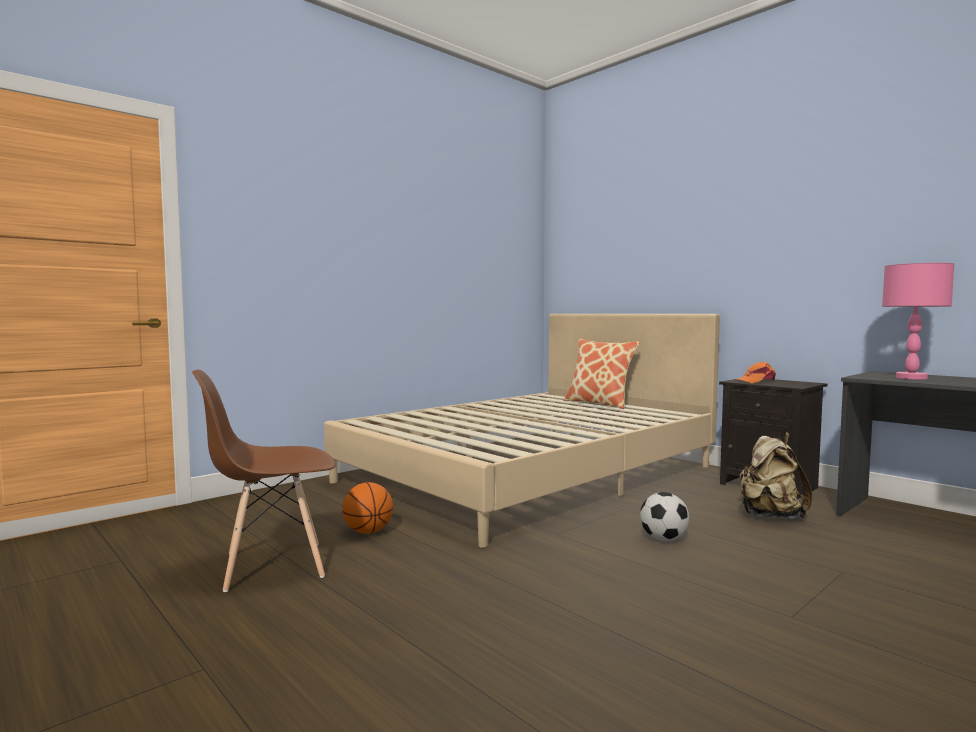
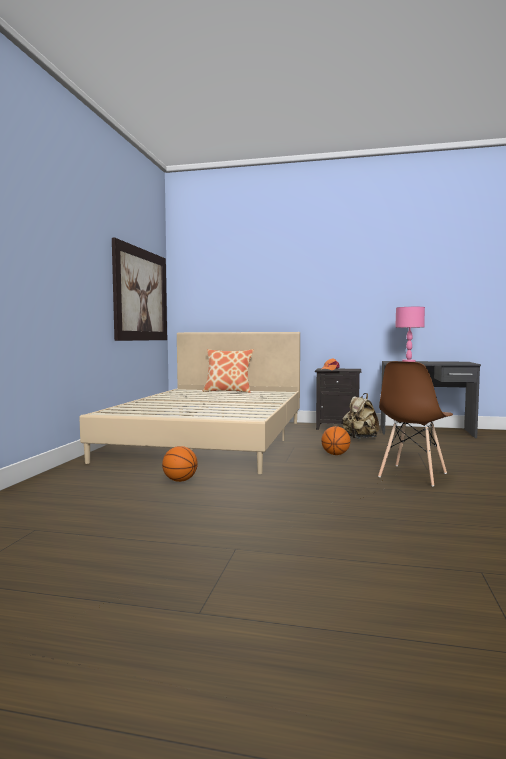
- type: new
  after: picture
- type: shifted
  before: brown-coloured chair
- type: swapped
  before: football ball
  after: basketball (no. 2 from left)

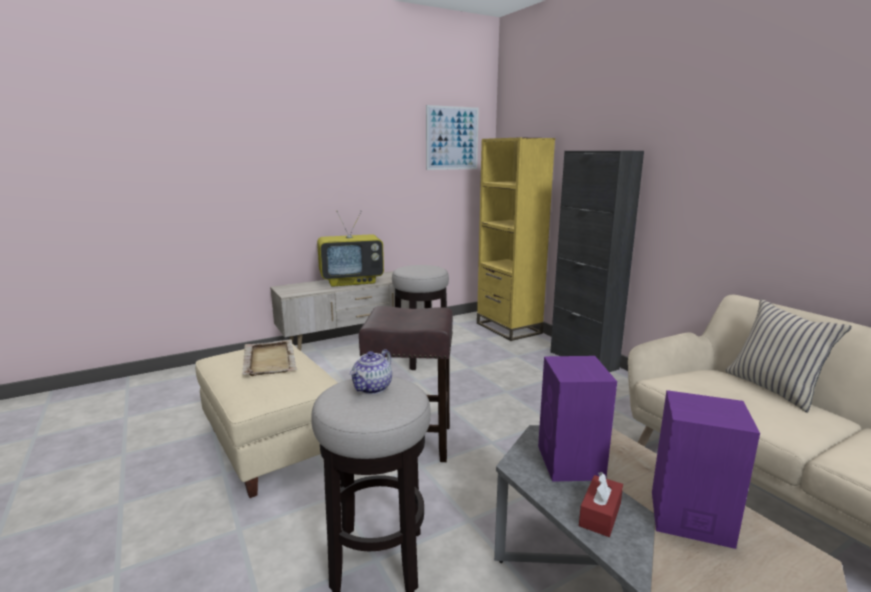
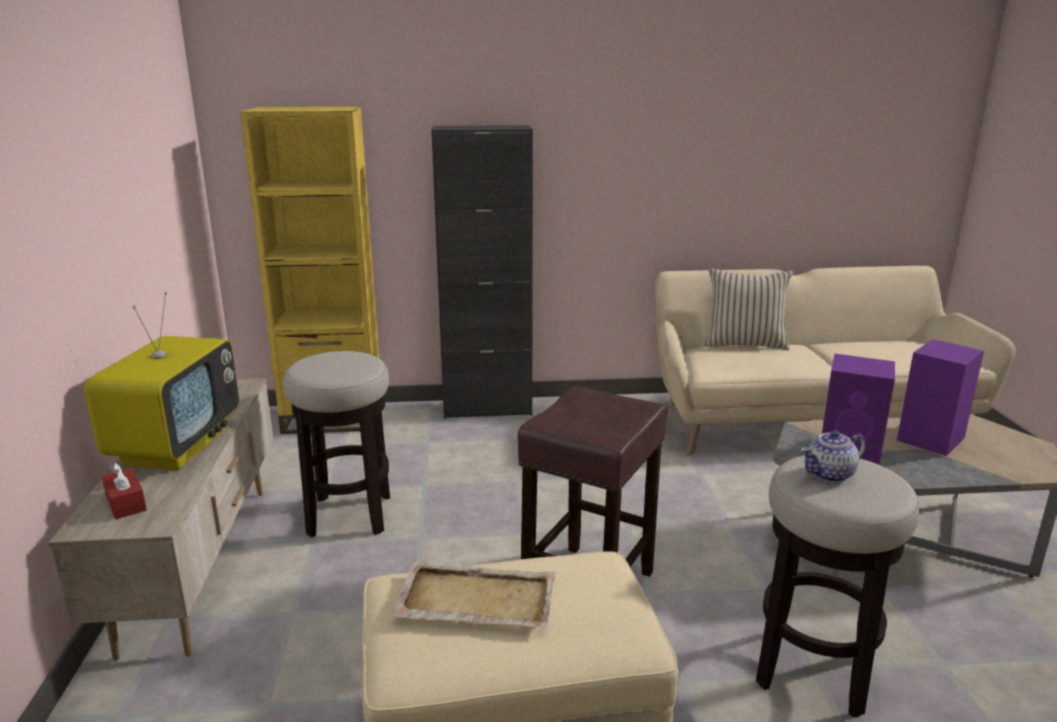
- type: gone
  before: picture
- type: shifted
  before: reddish tissue holder
- type: rotated
  before: teapot
  turn: 105

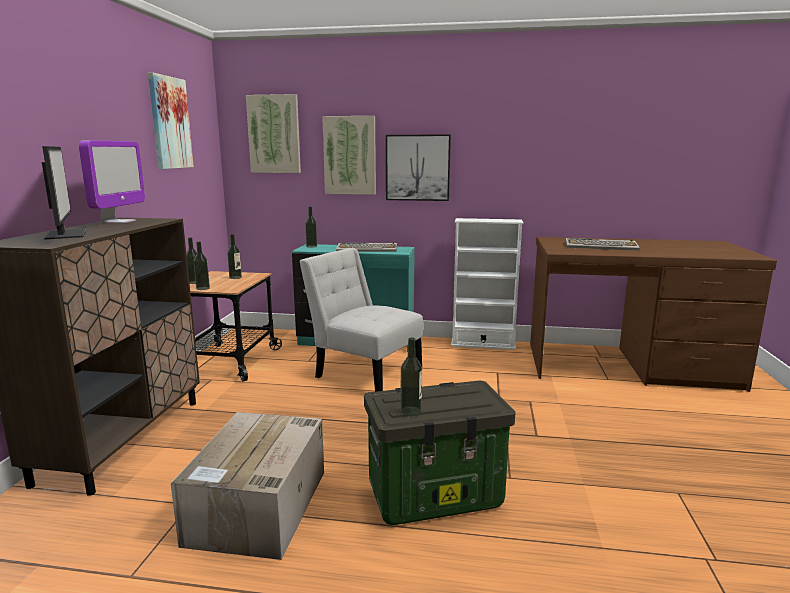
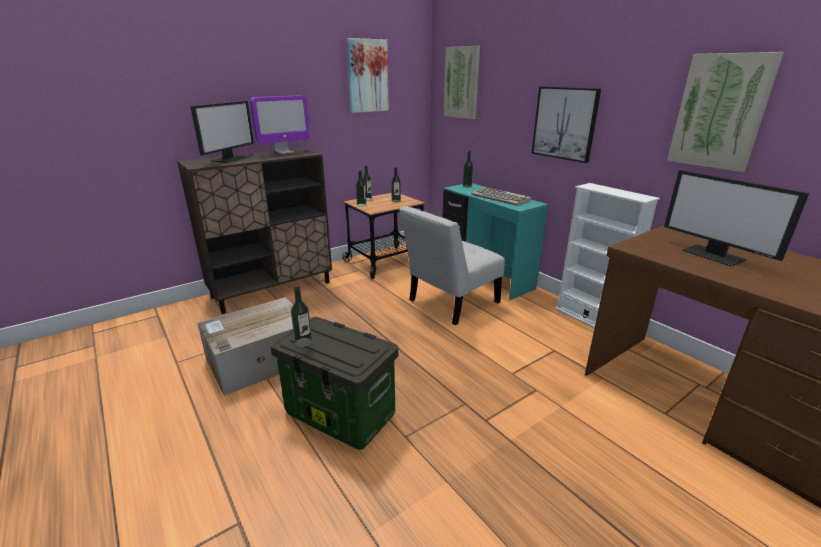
- type: shifted
  before: picture (no. 3 from left in the first image)
  after: picture (no. 4 from left)
- type: swapped
  before: keyboard (no. 2 from left)
  after: monitor (no. 3 from left)
- type: rotated
  before: white chair
  turn: -120

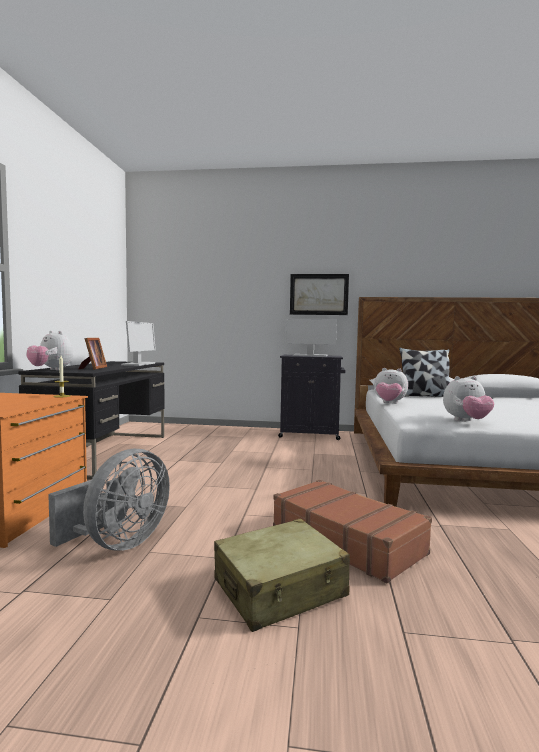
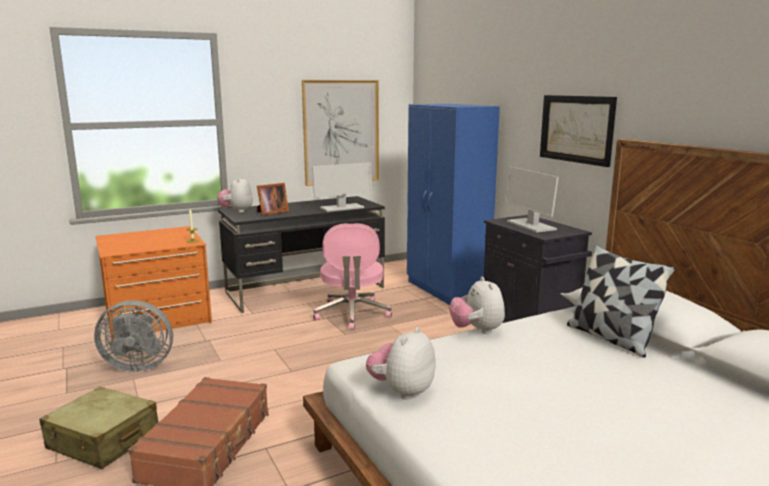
- type: new
  after: picture (no. 1 from left)
- type: new
  after: pink-coloured computer chair
- type: new
  after: bluish wardrobe
- type: rotated
  before: cuddly toy (no. 3 from left in the first image)
  turn: 75

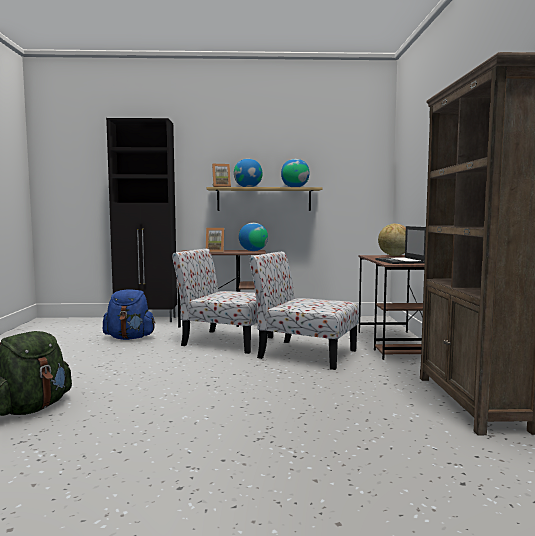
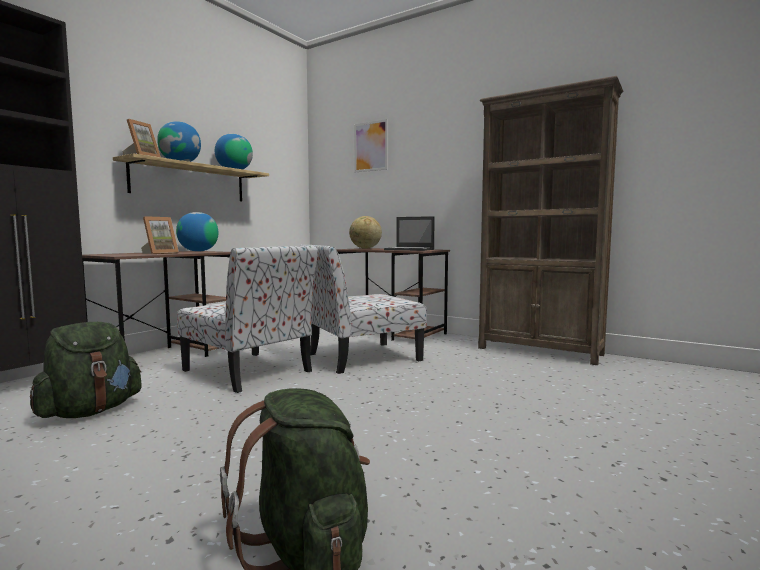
- type: new
  after: picture
- type: repainted
  before: bluish knapsack
  after: greenish knapsack (no. 1 from left)
- type: rotated
  before: chair (no. 1 from left)
  turn: -105

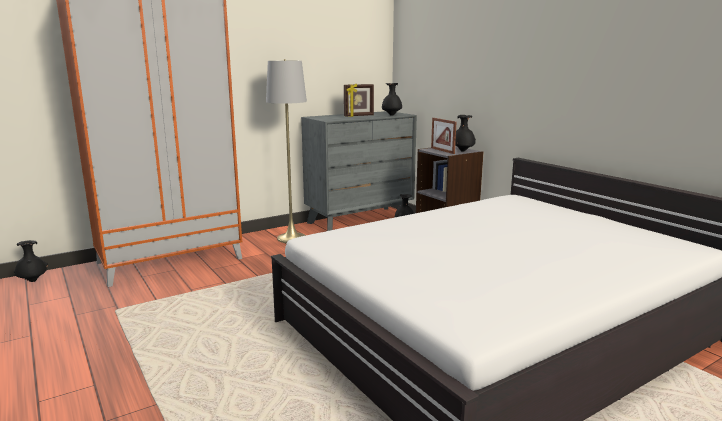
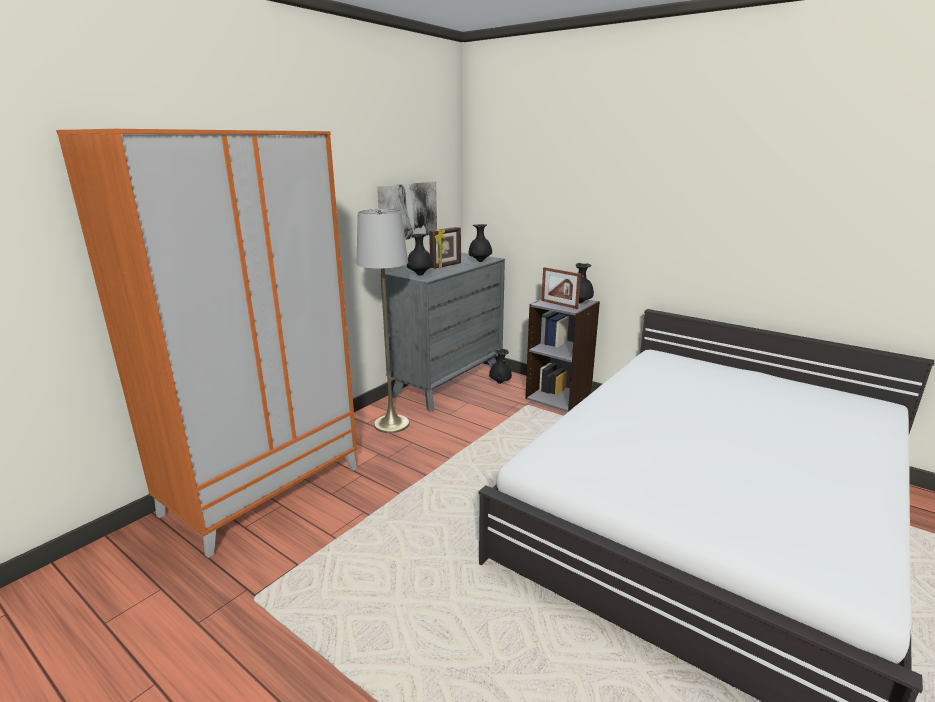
- type: new
  after: picture
- type: shifted
  before: black-coloured vase (no. 1 from left)

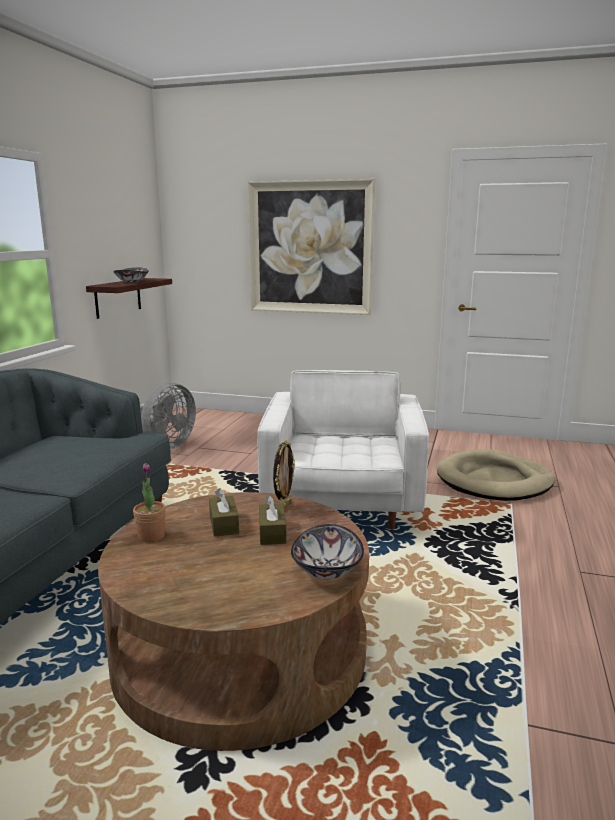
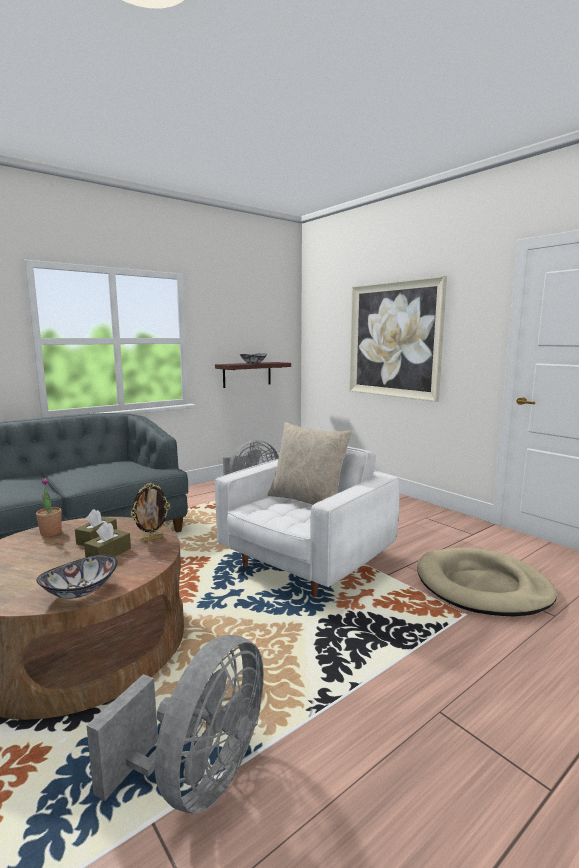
- type: new
  after: greyish cooling fan (no. 1 from left)
- type: new
  after: beige throw pillow

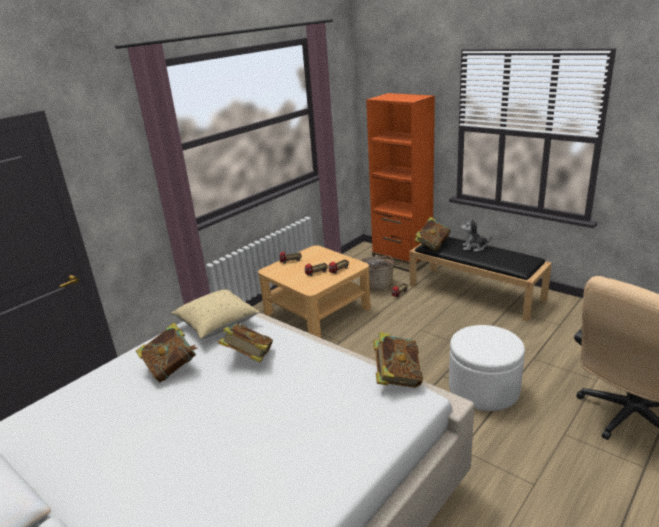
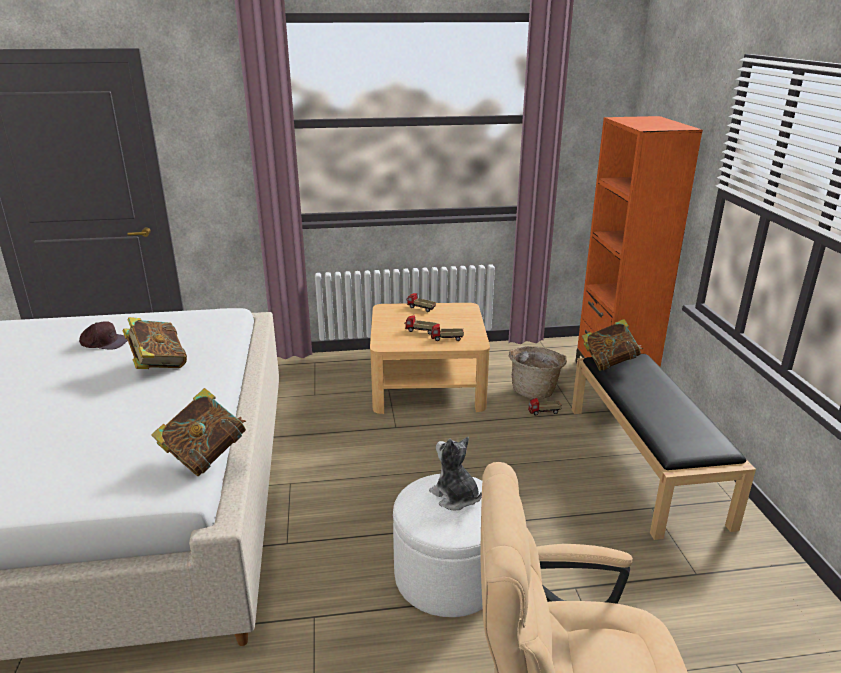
- type: gone
  before: beige throw pillow
- type: shifted
  before: cuddly toy
- type: swapped
  before: volume (no. 1 from left)
  after: brown-coloured baseball cap

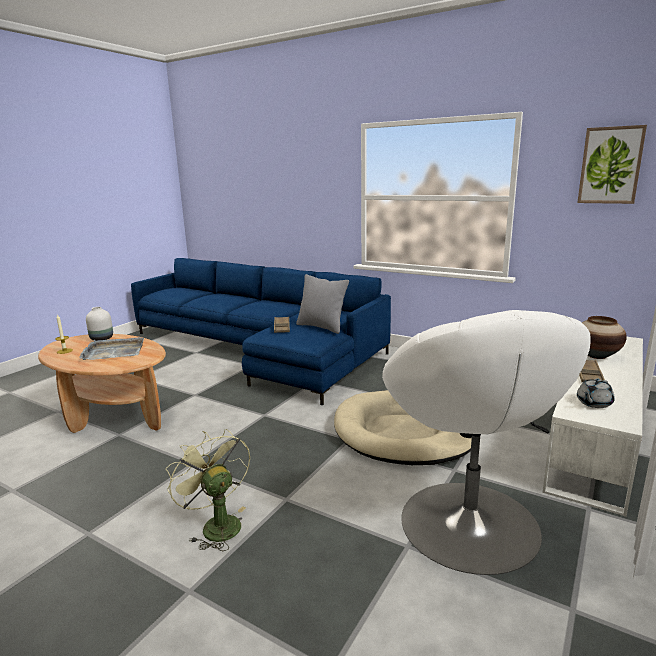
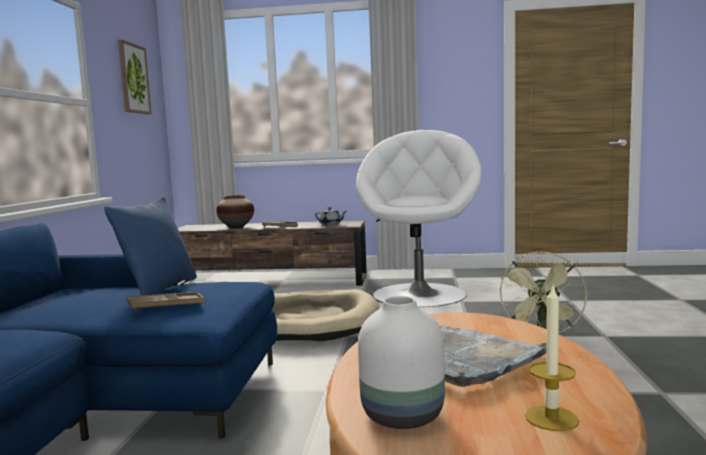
- type: repainted
  before: greyish throw pillow
  after: bluish throw pillow
- type: repainted
  before: white tv unit
  after: brown-coloured tv unit
- type: rotated
  before: white easy chair
  turn: -45

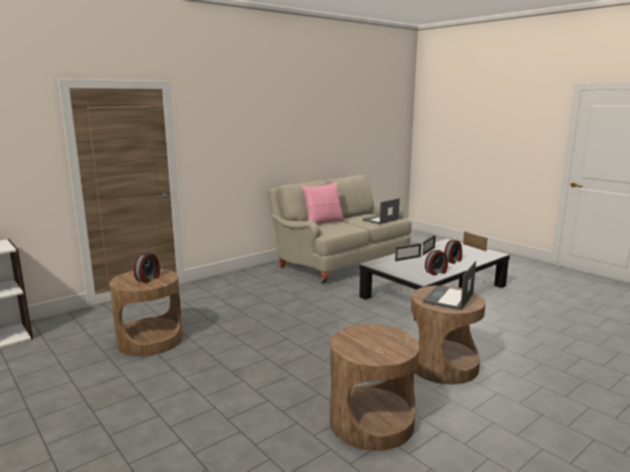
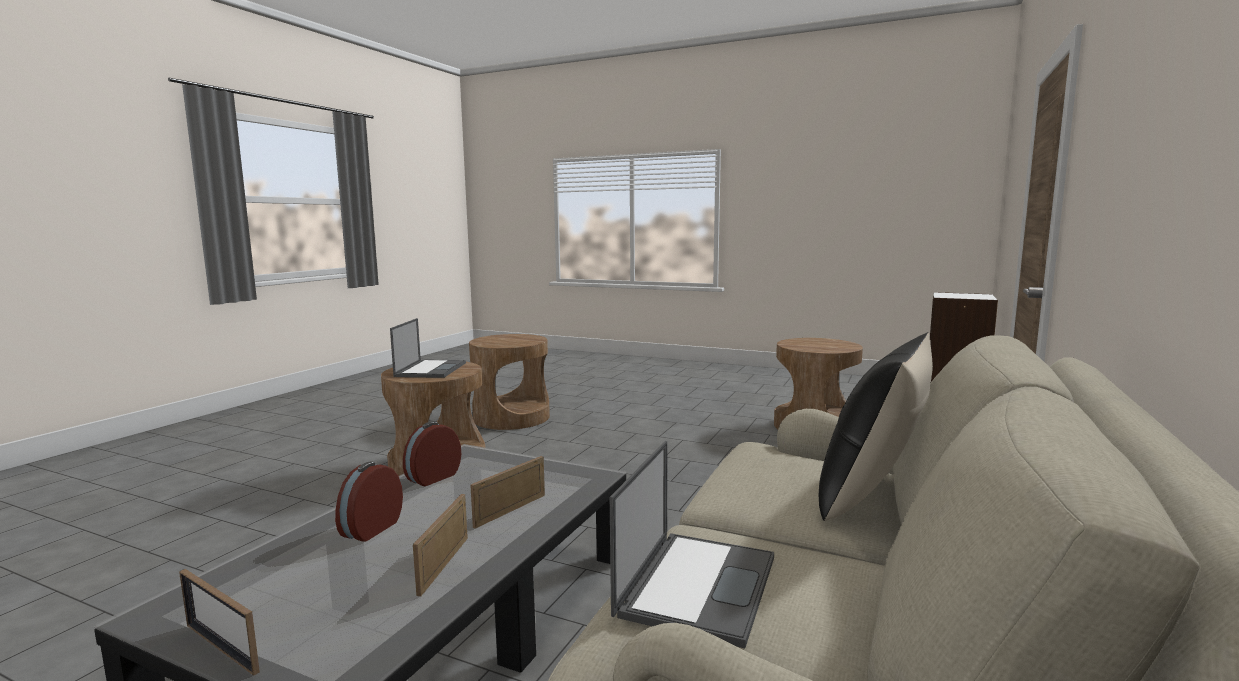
- type: gone
  before: alarm clock (no. 1 from left)
- type: repainted
  before: pink-coloured throw pillow
  after: black-coloured throw pillow

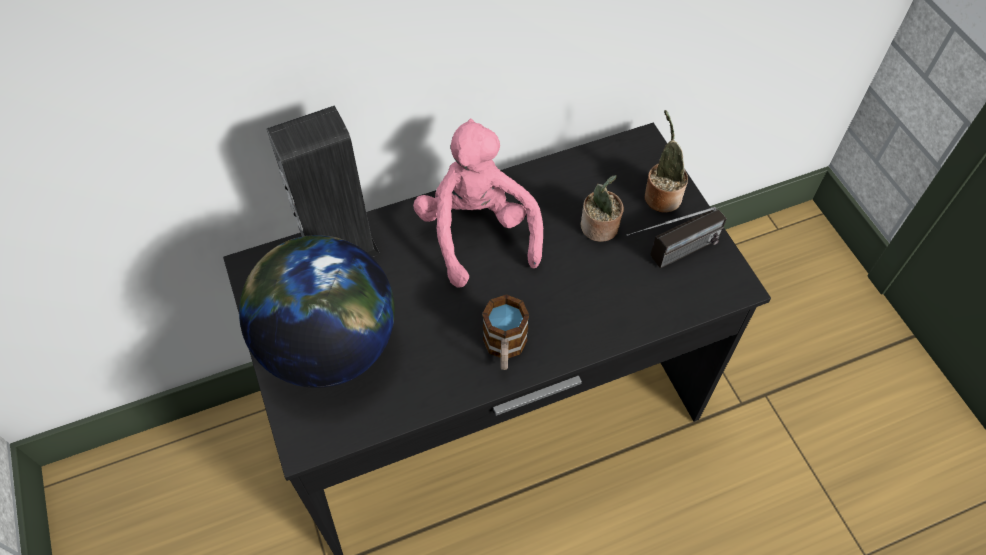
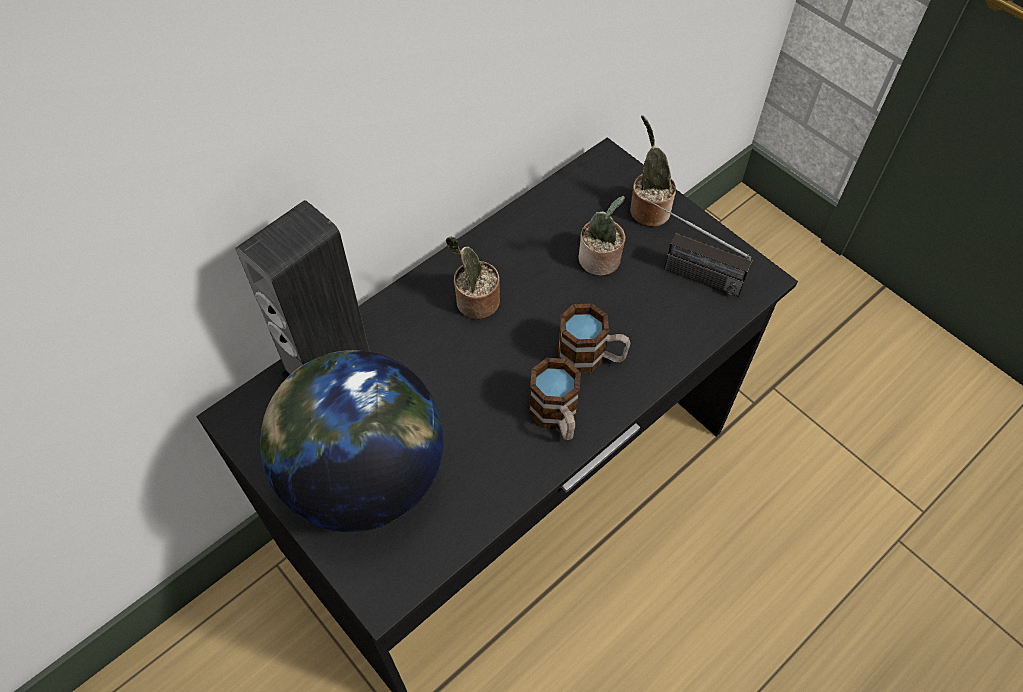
- type: new
  after: coffee mug (no. 2 from left)
- type: swapped
  before: pink-coloured cuddly toy
  after: plant in a pot (no. 1 from left)
- type: rotated
  before: radio set
  turn: 75

